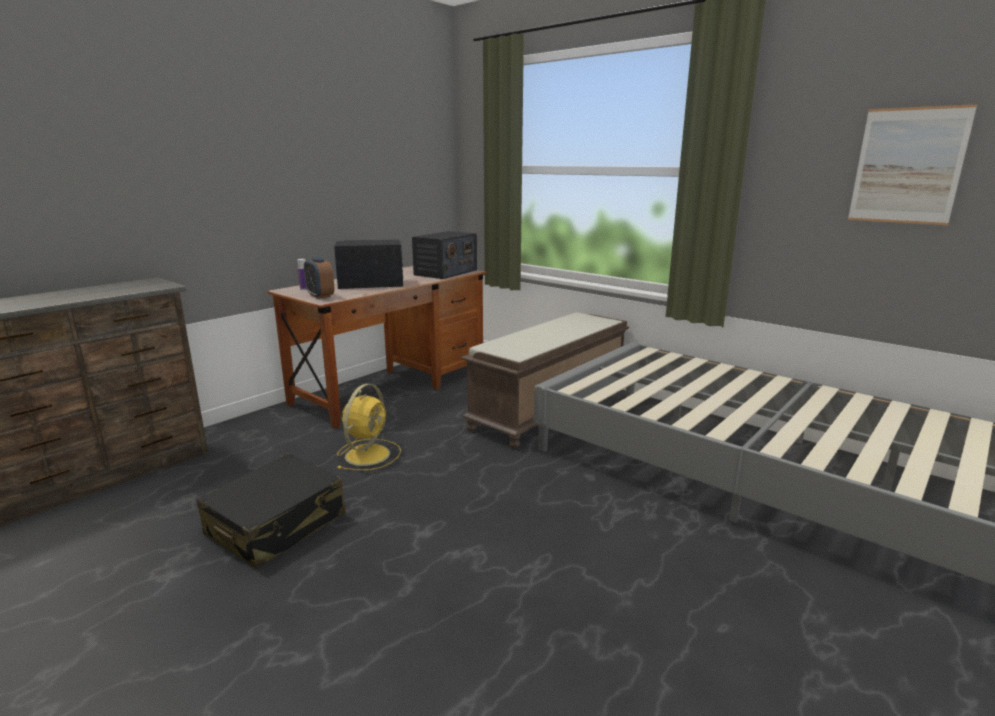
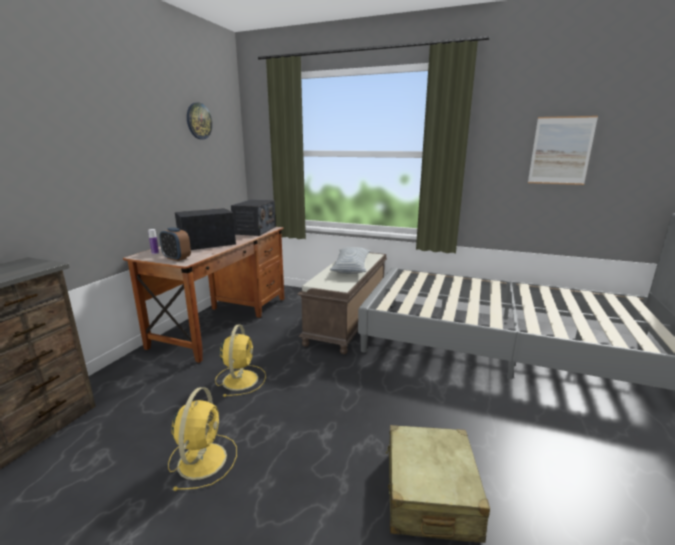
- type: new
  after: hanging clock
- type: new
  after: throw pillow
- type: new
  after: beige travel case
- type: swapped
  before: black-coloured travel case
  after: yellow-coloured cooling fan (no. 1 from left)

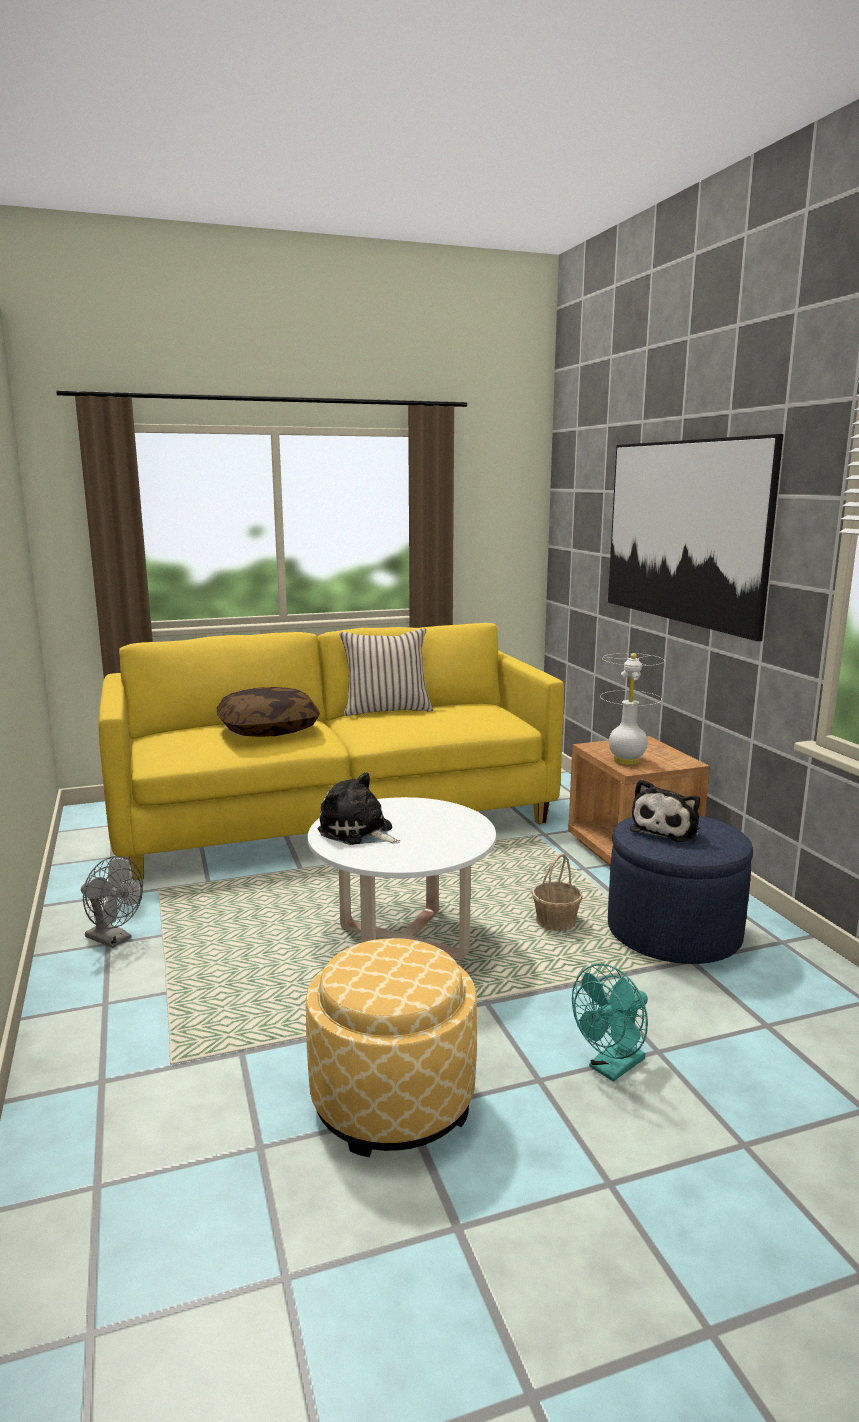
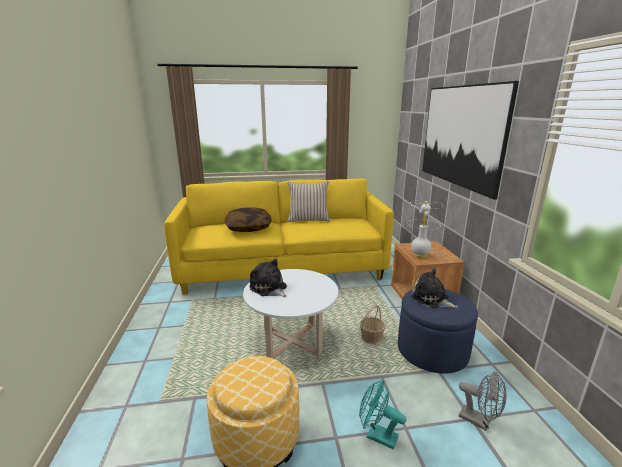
- type: shifted
  before: greyish cooling fan
- type: rotated
  before: turquoise-coloured cooling fan
  turn: 60
- type: rotated
  before: cuddly toy (no. 2 from left)
  turn: 90

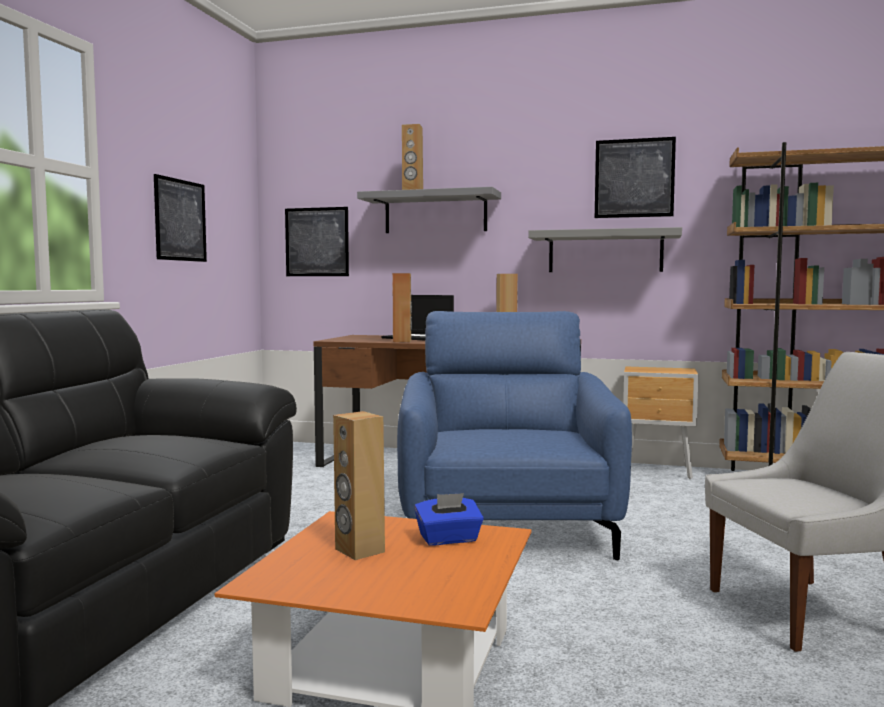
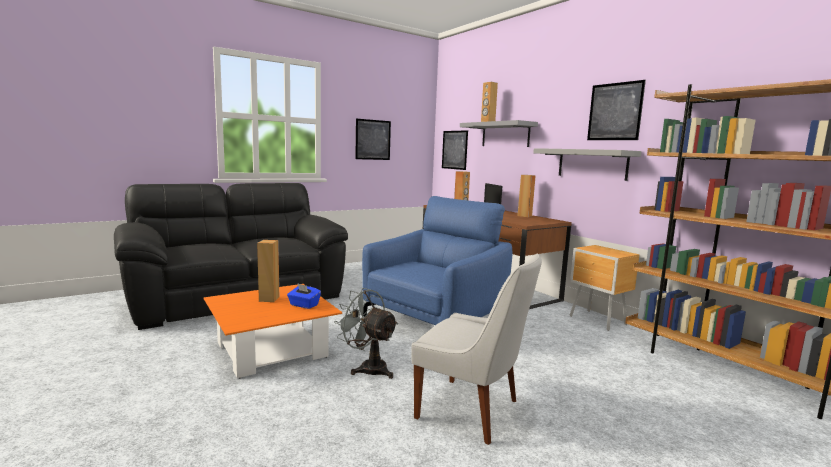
- type: new
  after: greyish cooling fan

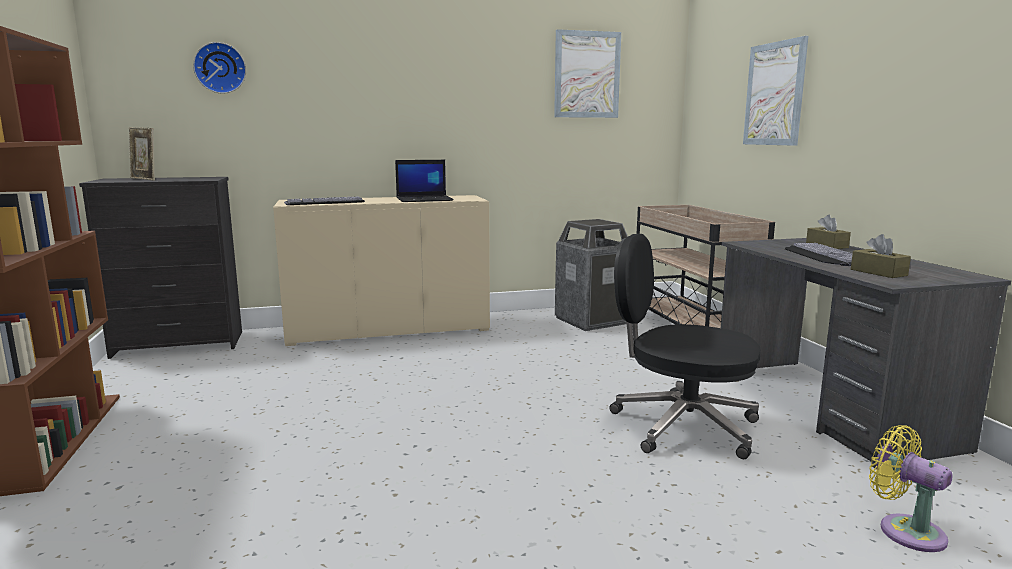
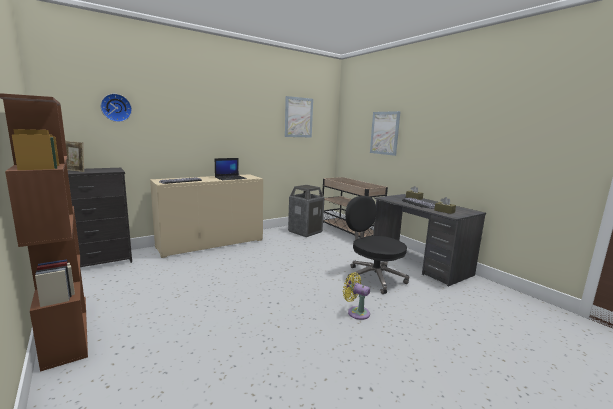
- type: shifted
  before: yellow-coloured cooling fan
- type: rotated
  before: black-coloured computer chair
  turn: 45

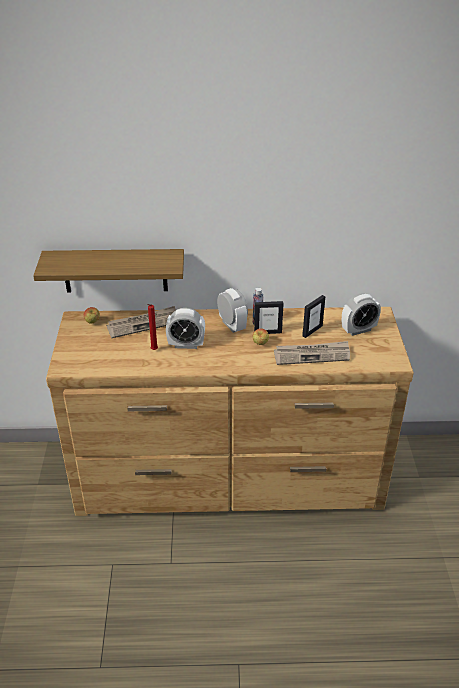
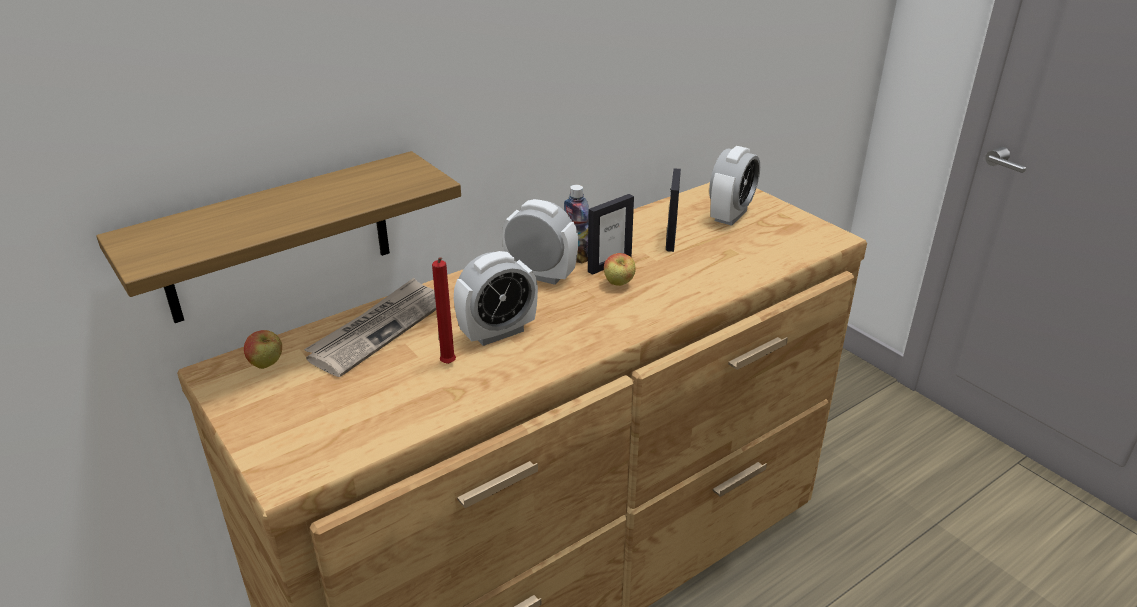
- type: gone
  before: printed paper (no. 2 from left)

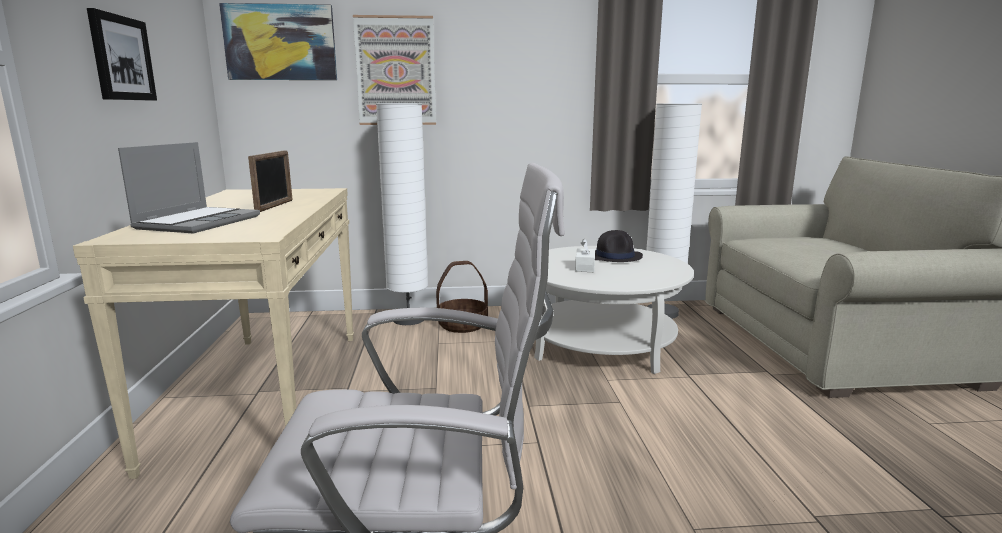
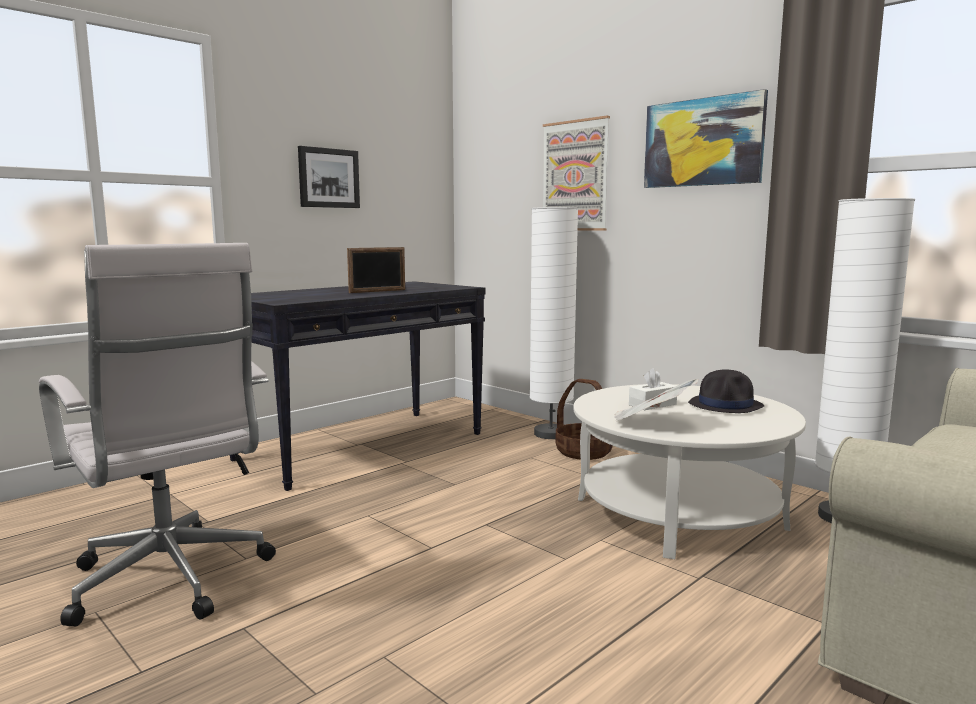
- type: gone
  before: portable computer
- type: new
  after: printed paper
- type: shifted
  before: picture (no. 2 from left in the first image)
  after: picture (no. 3 from left)
- type: repainted
  before: beige console table
  after: black-coloured console table

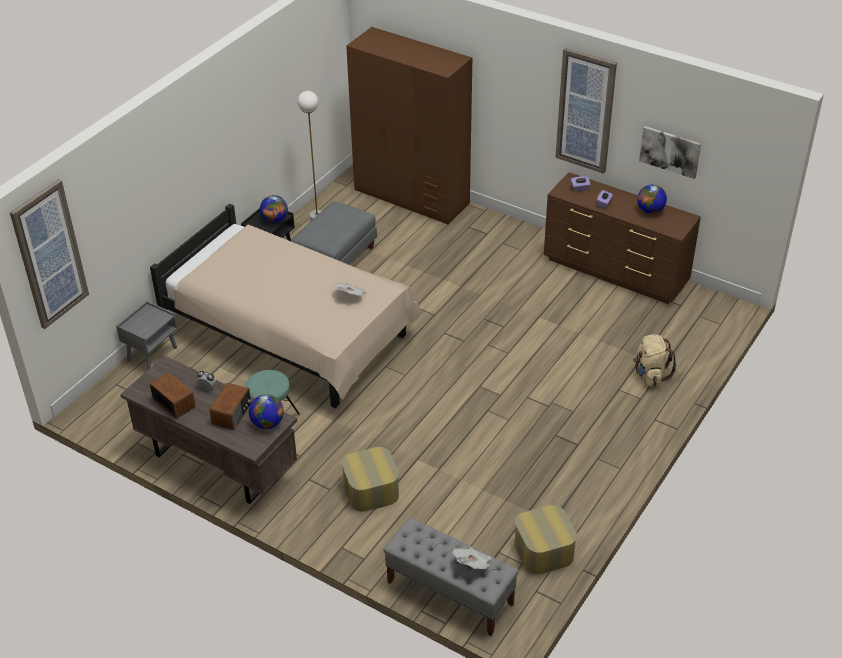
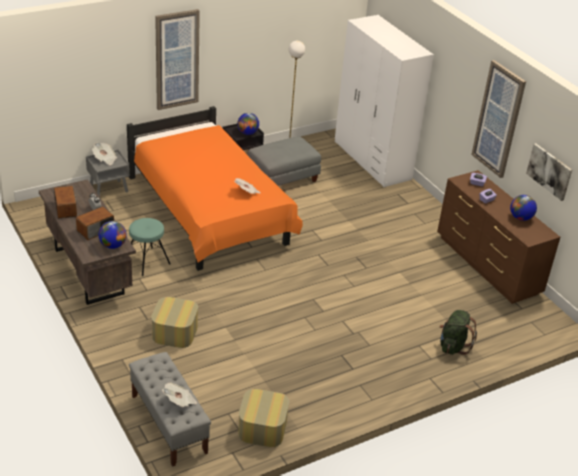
- type: new
  after: printed paper (no. 1 from left)
- type: shifted
  before: picture (no. 1 from left)
- type: repainted
  before: beige bedroom bed
  after: orangey bedroom bed
- type: repainted
  before: brown-coloured wardrobe
  after: white wardrobe
- type: repainted
  before: beige knapsack
  after: greenish knapsack

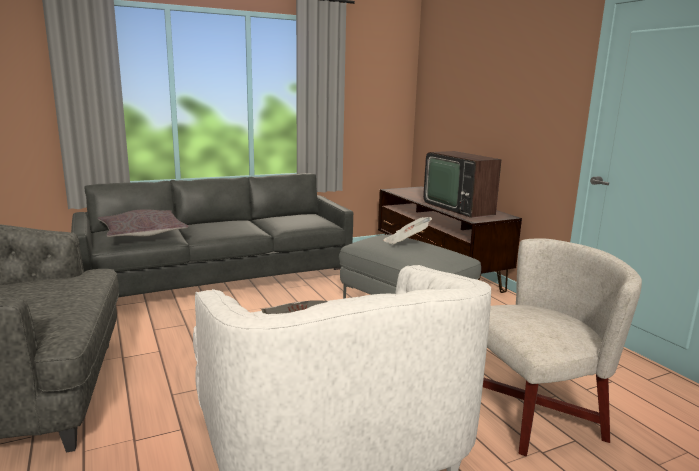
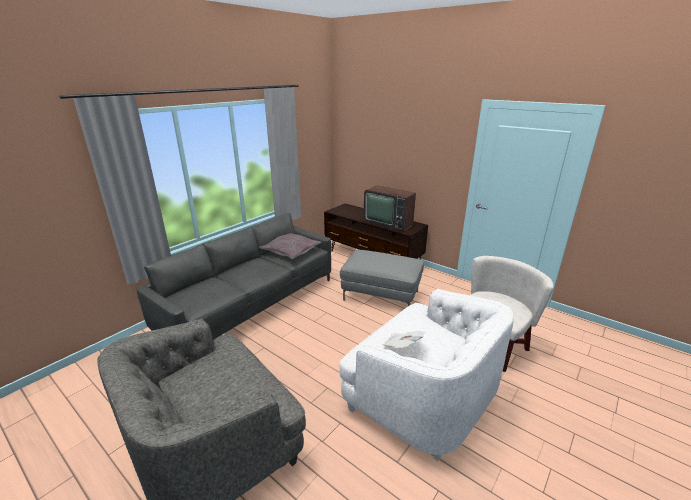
- type: gone
  before: printed paper (no. 2 from left)
- type: shifted
  before: greyish throw pillow

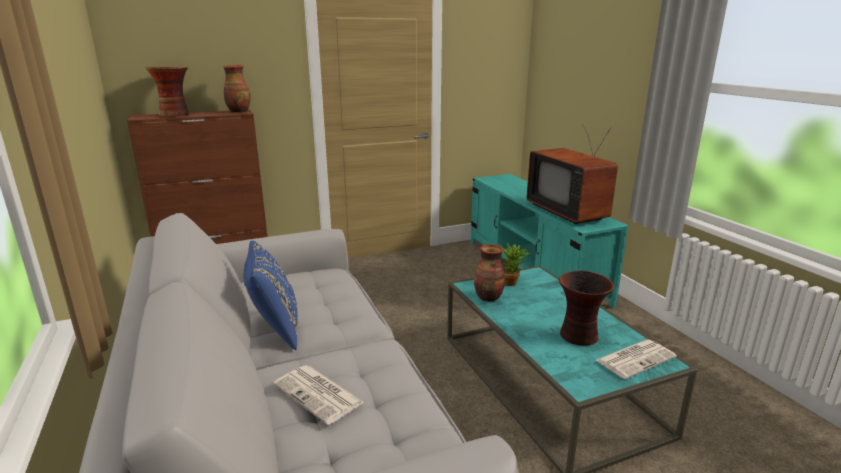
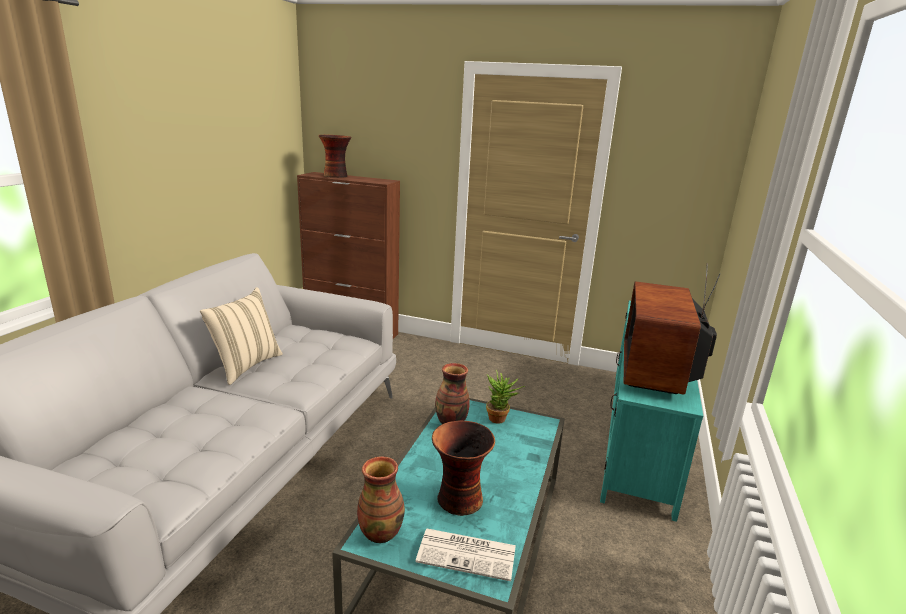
- type: gone
  before: printed paper (no. 1 from left)
- type: shifted
  before: vase (no. 2 from left)
- type: repainted
  before: bluish throw pillow
  after: beige throw pillow

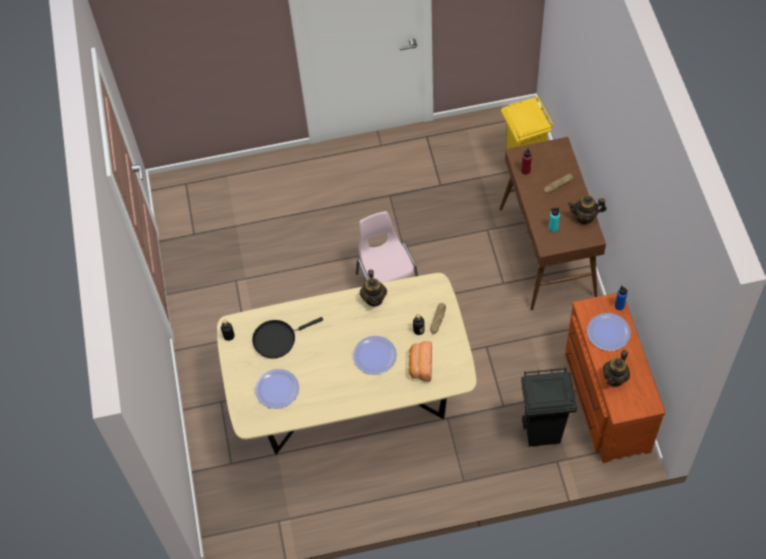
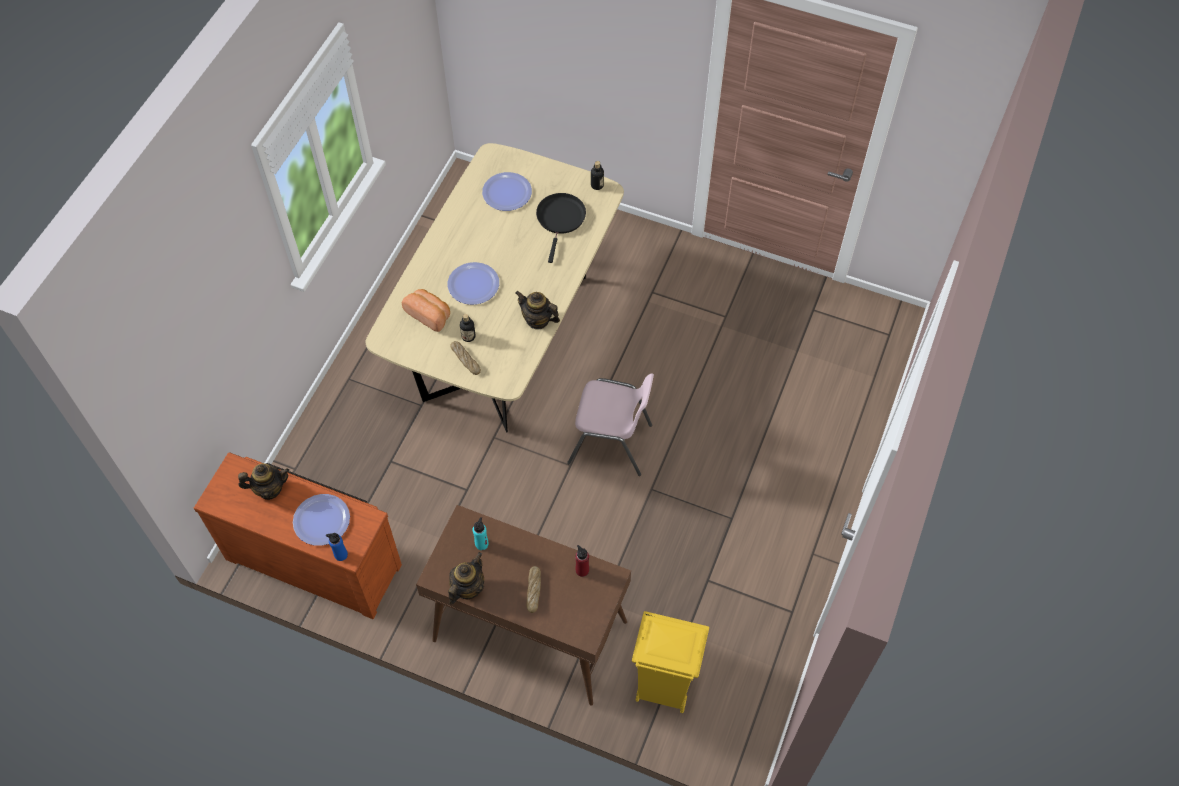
- type: gone
  before: black-coloured rubbish bin
- type: rotated
  before: teapot (no. 3 from left in the first image)
  turn: 105

